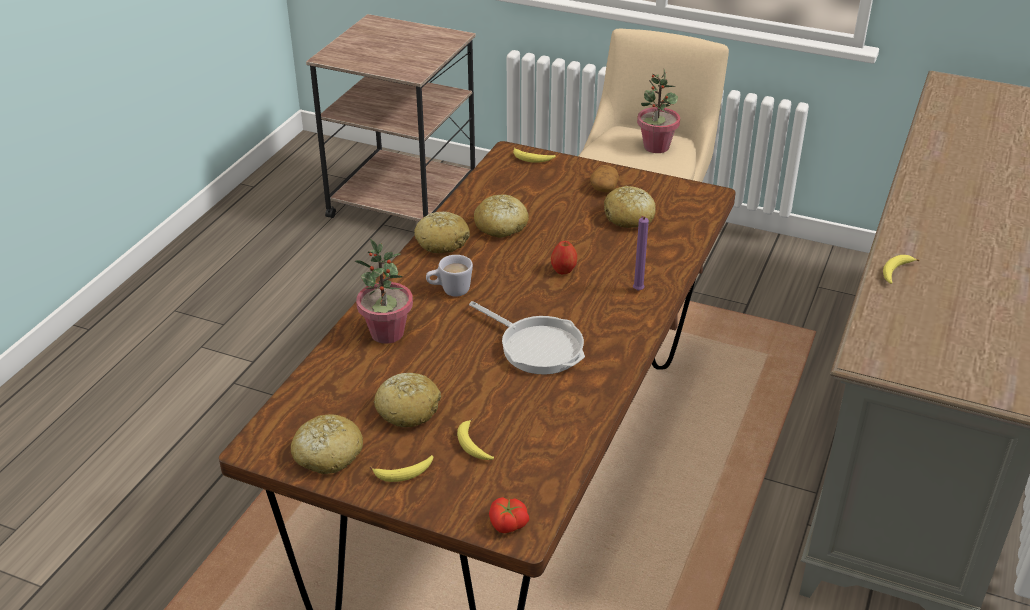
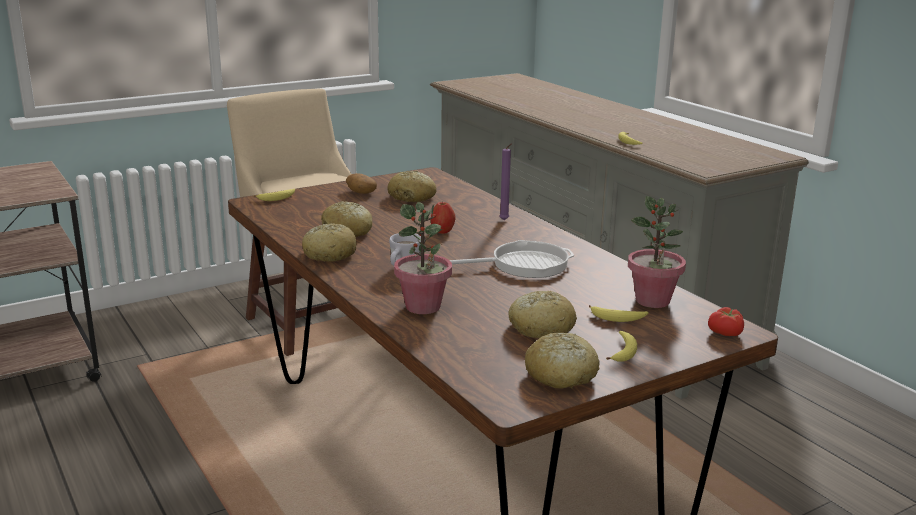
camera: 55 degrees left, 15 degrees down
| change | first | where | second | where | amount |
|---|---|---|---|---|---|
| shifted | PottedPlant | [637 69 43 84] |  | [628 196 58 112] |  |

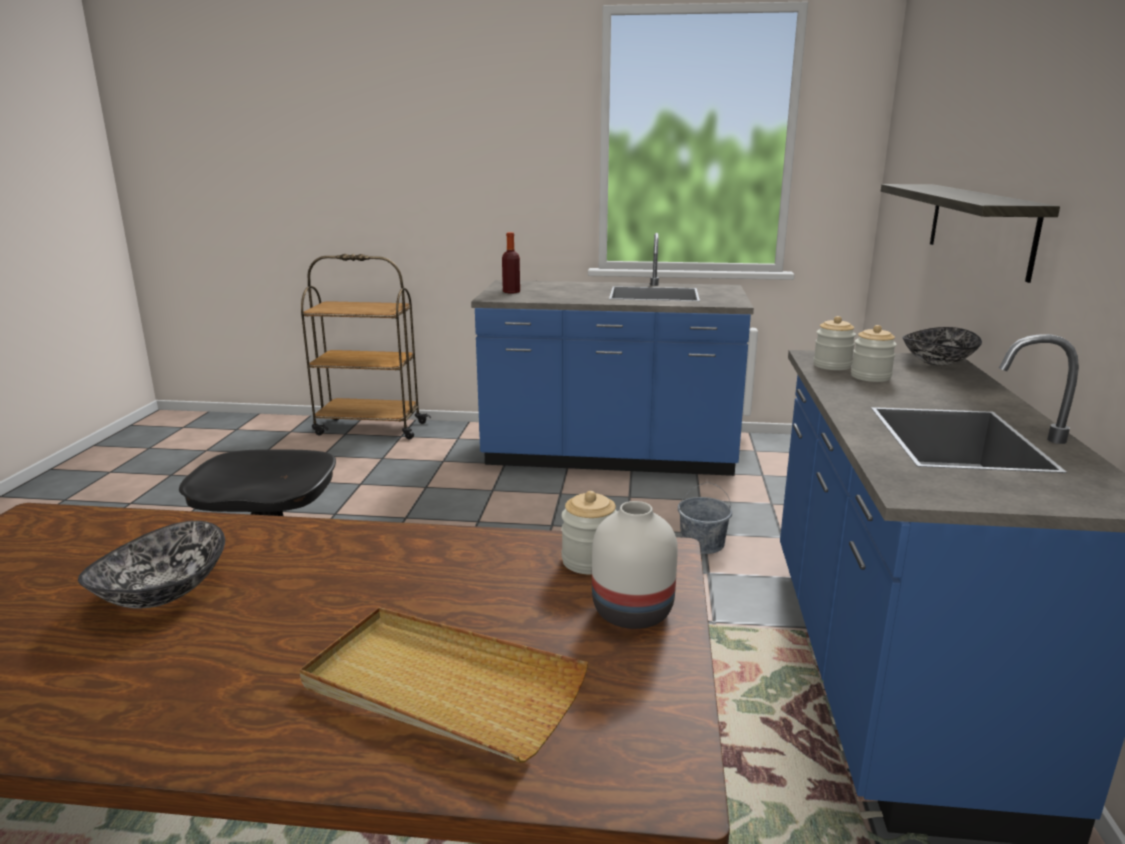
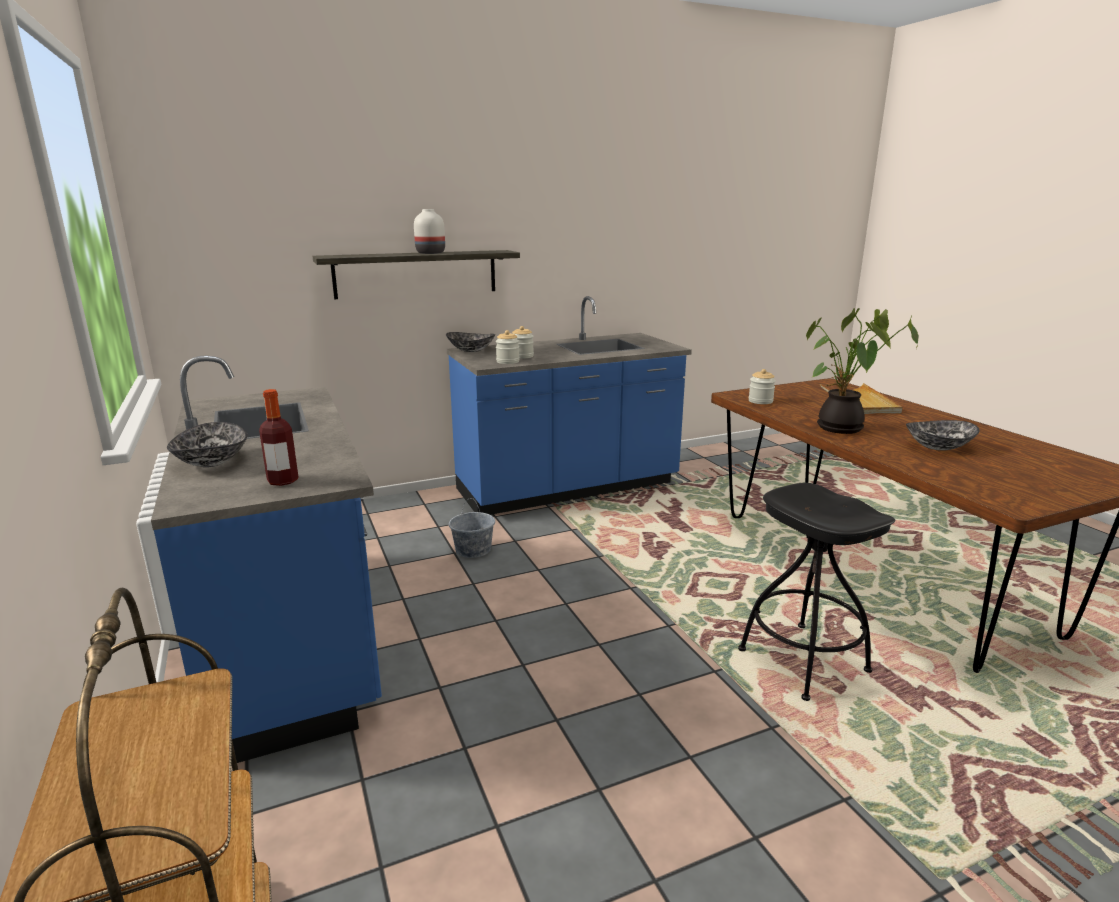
camera: 120 degrees left, 0 degrees up
| change | first | where | second | where | amount |
|---|---|---|---|---|---|
| shifted | WhiteVase | [592 501 86 128] |  | [414 209 31 45] |  |
| new |  |  | PottedPlant | [806 308 112 126] |  |
| new |  |  | Bowl | [167 422 80 45] |  |

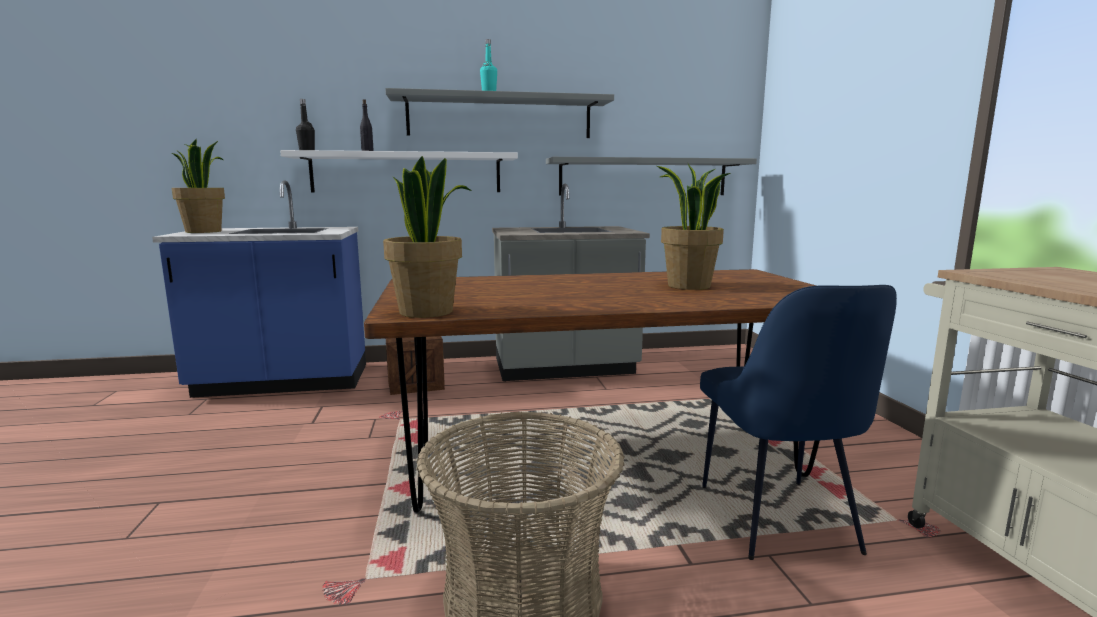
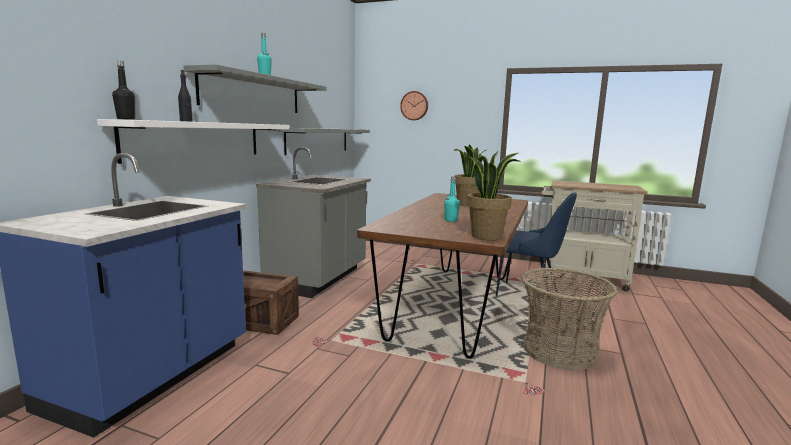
camera: 60 degrees left, 0 degrees up
| change | first | where | second | where | amount |
|---|---|---|---|---|---|
| gone | PottedPlant | [172 139 53 94] |  |  |  |
| new |  |  | WallClock | [400 91 28 29] |  |
| new |  |  | TurquoiseBottle | [444 177 16 45] |  |

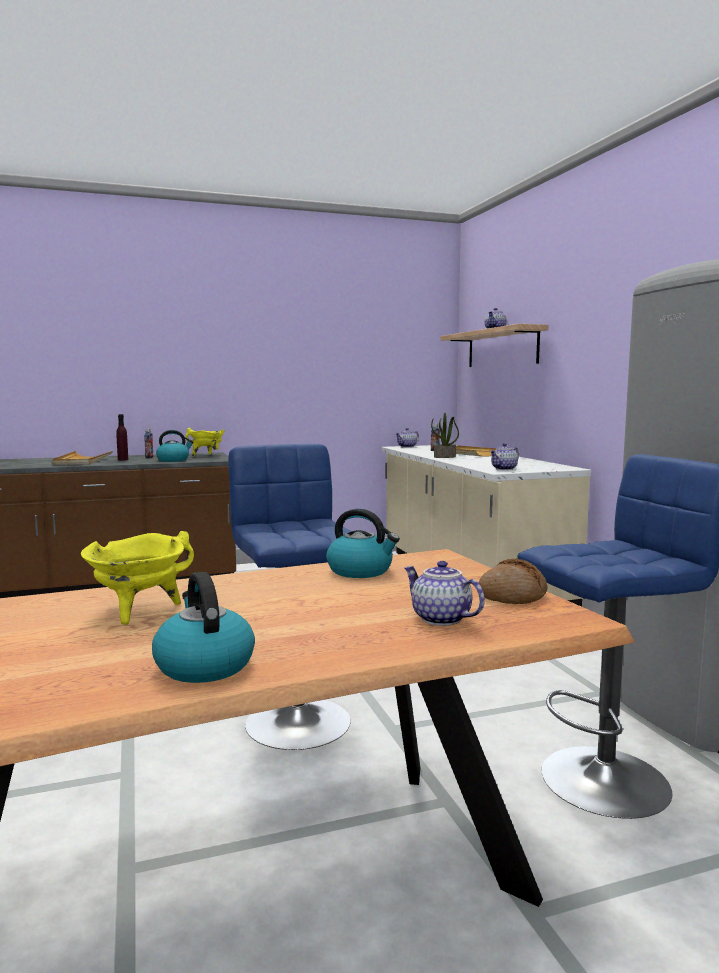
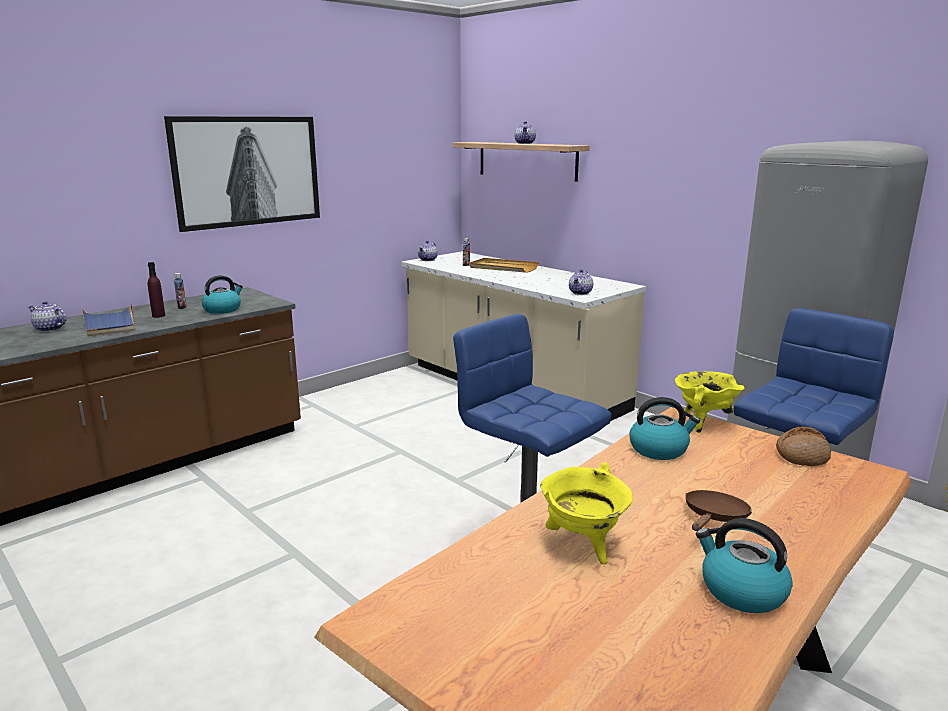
camera: 25 degrees left, 10 degrees up
| change | first | where | second | where | amount |
|---|---|---|---|---|---|
| gone | PottedPlant | [431 413 28 45] |  |  |  |
| shifted | YellowCookingPot | [185 428 40 29] |  | [675 371 69 62] |  |
| repainted | BeigeTray | [52 451 61 14] | BlueTray | [81 303 54 34] |  |
| shifted | Teapot | [404 561 81 65] |  | [28 301 39 31] |  |
| new |  |  | Picture | [164 116 156 116] |  |
| new |  |  | BrownFryingPan | [685 490 67 41] |  |

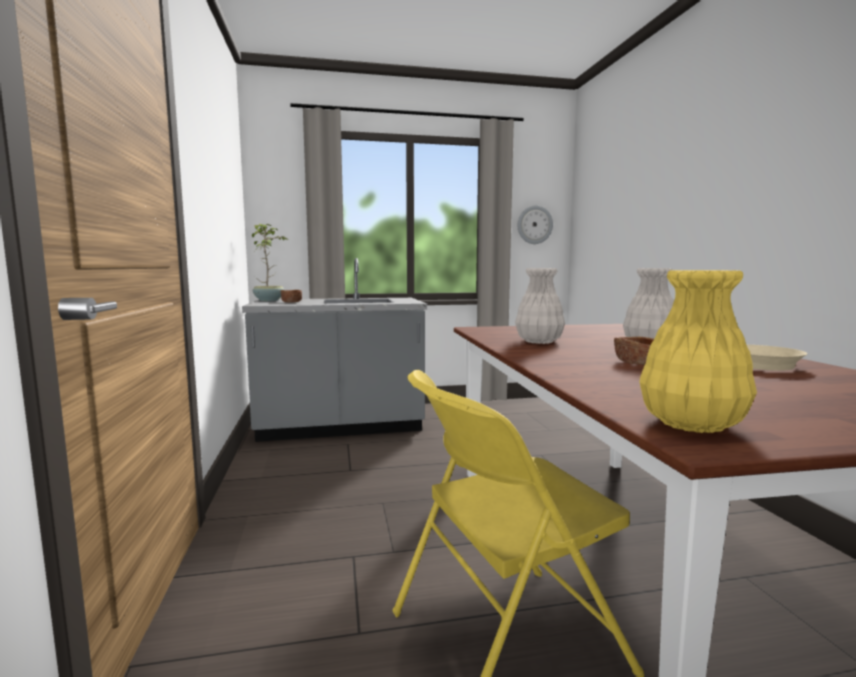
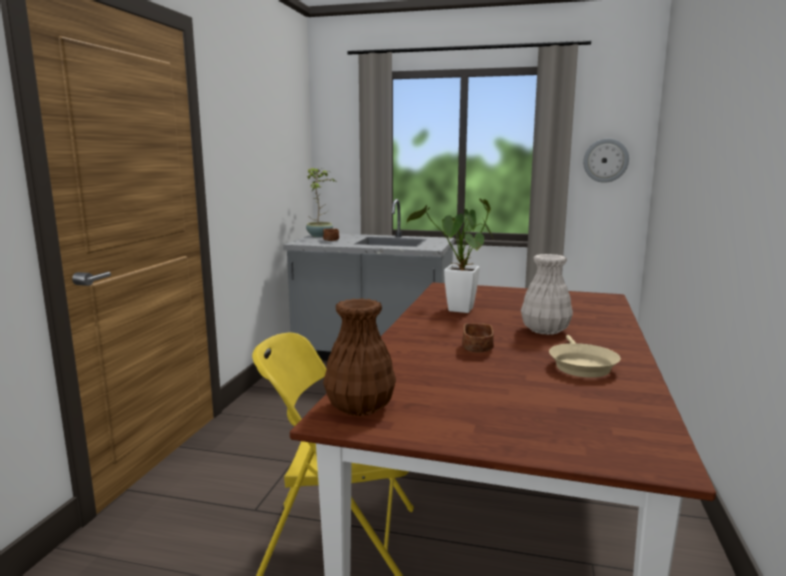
camera: 25 degrees right, 5 degrees up
| change | first | where | second | where | amount |
|---|---|---|---|---|---|
| swapped | WhiteVase | [515 268 50 76] | PottedPlant | [406 199 87 114] |  |
| repainted | YellowVase | [639 270 118 163] | BrownVase | [323 298 73 118] |  |

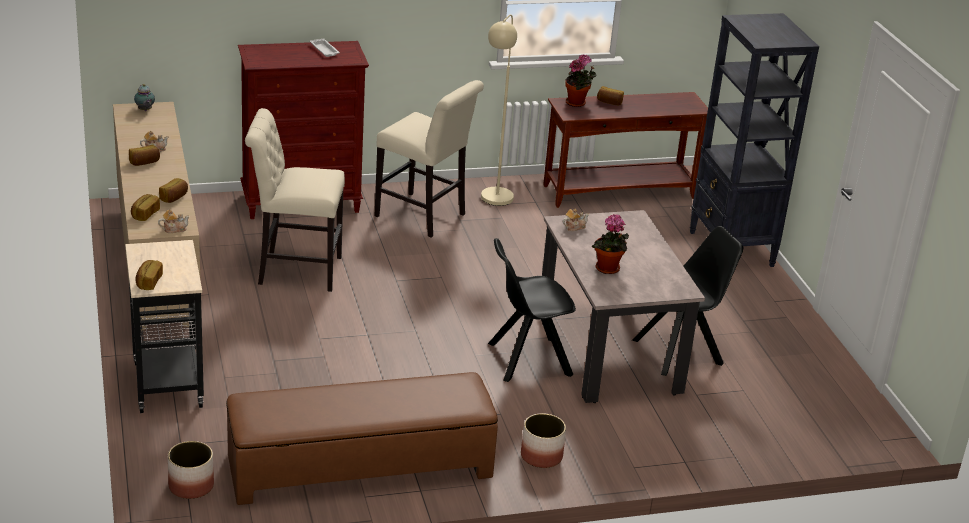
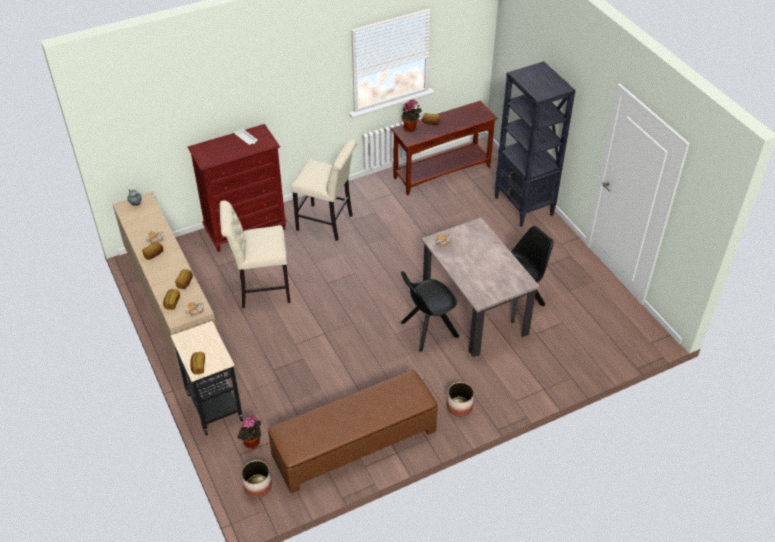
camera: 10 degrees left, 15 degrees up
| change | first | where | second | where | amount |
|---|---|---|---|---|---|
| gone | BeigeFloorLamp | [481 14 36 192] |  |  |  |
| shifted | PottedPlant | [592 214 37 60] |  | [237 416 24 33] |  |

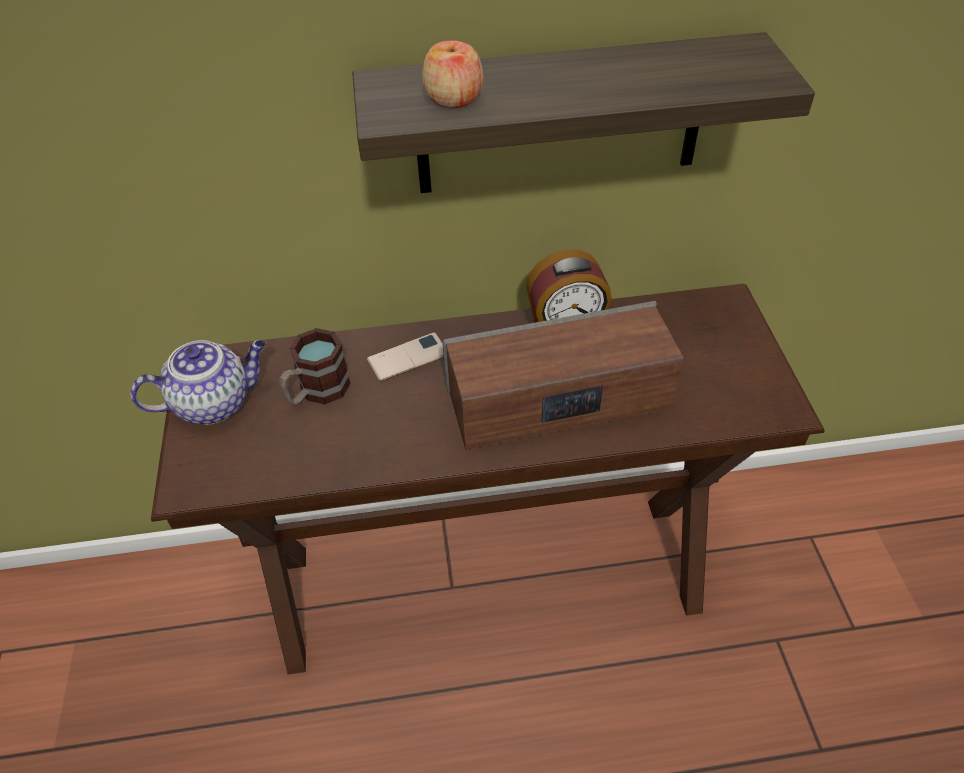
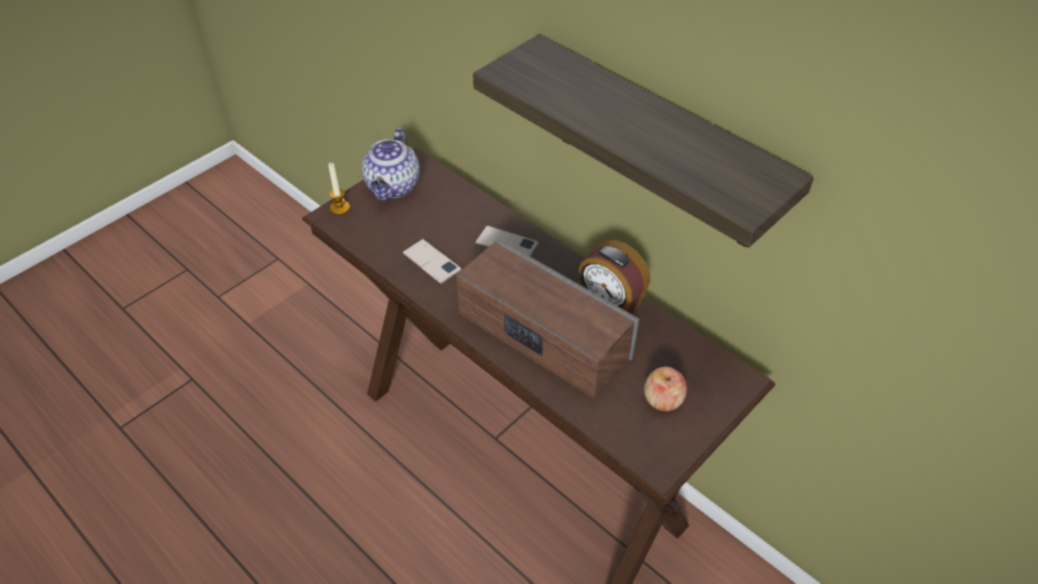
camera: 50 degrees right, 0 degrees up
| change | first | where | second | where | amount |
|---|---|---|---|---|---|
| shifted | Apple | [422 41 61 67] |  | [644 367 43 44] |  |
| gone | Mug | [279 328 71 77] |  |  |  |
| rotated | Teapot | [130 340 136 85] |  | [362 128 58 72] | 75 degrees clockwise |
| new |  |  | Candle | [328 163 22 52] |  |
| new |  |  | Phone | [403 239 59 45] |  |

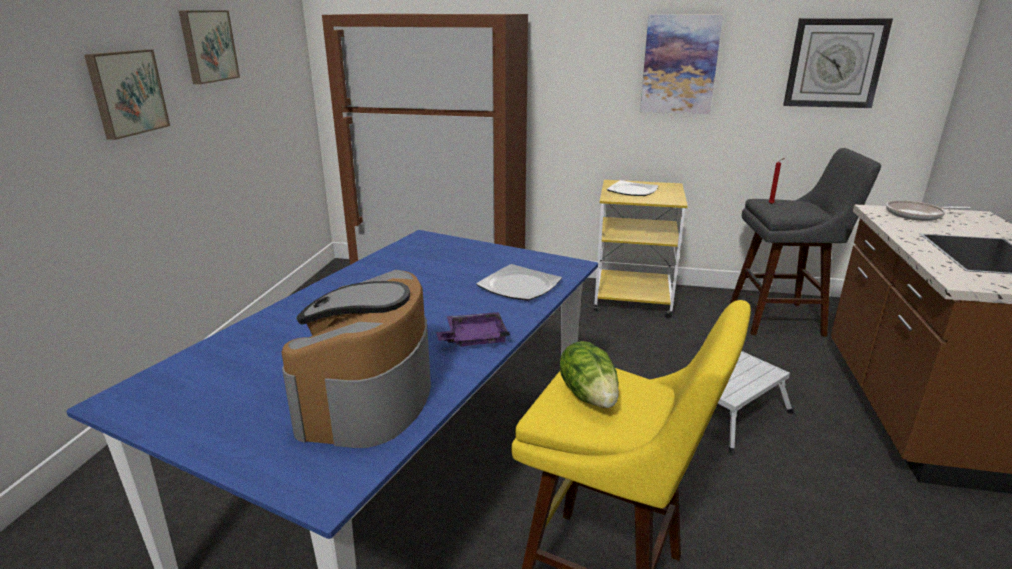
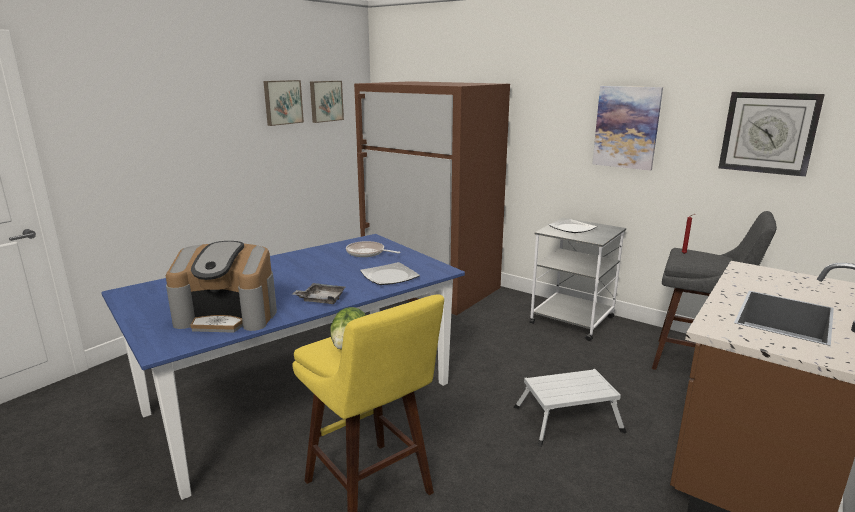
camera: 25 degrees right, 5 degrees down
| change | first | where | second | where | amount |
|---|---|---|---|---|---|
| shifted | Picture | [84 49 86 91] |  | [310 81 34 42] |  |
| repainted | YellowCart | [593 180 95 138] | GreyCart | [529 218 97 123] |  |
| shifted | FryingPan | [886 200 85 21] |  | [346 241 54 16] |  |
| rotated | CoffeeMachine | [281 270 150 178] |  | [166 241 111 92] | 120 degrees counterclockwise |
| repainted | PurpleTray | [436 312 74 35] | GreyTray | [292 283 54 21] |  |

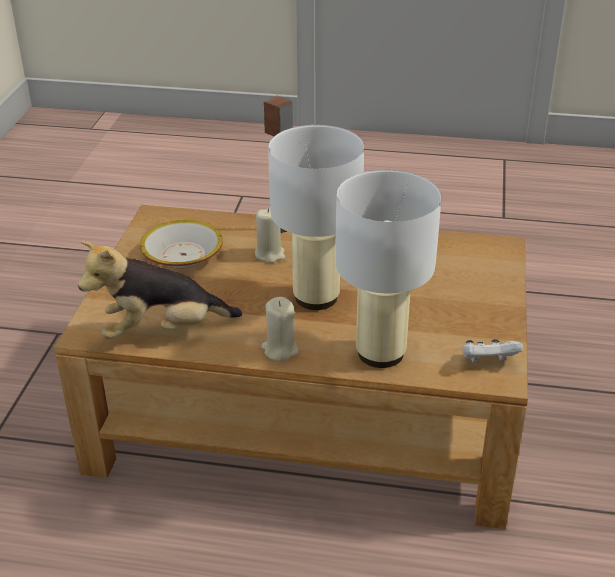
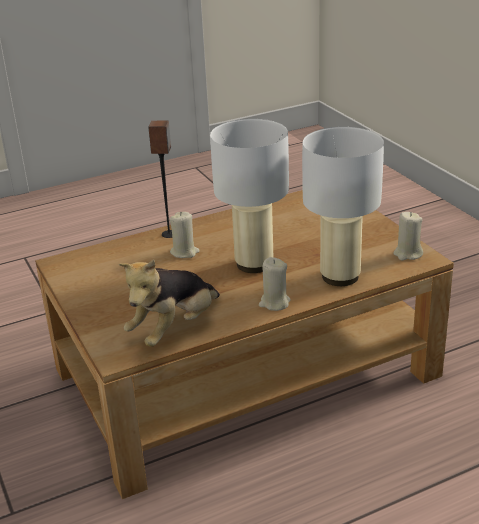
camera: 35 degrees left, 5 degrees down
| change | first | where | second | where | amount |
|---|---|---|---|---|---|
| gone | Bowl | [140 220 83 49] |  |  |  |
| swapped | WhiteGameController | [462 339 61 24] | BeigeCandle | [393 212 30 48] |  |

